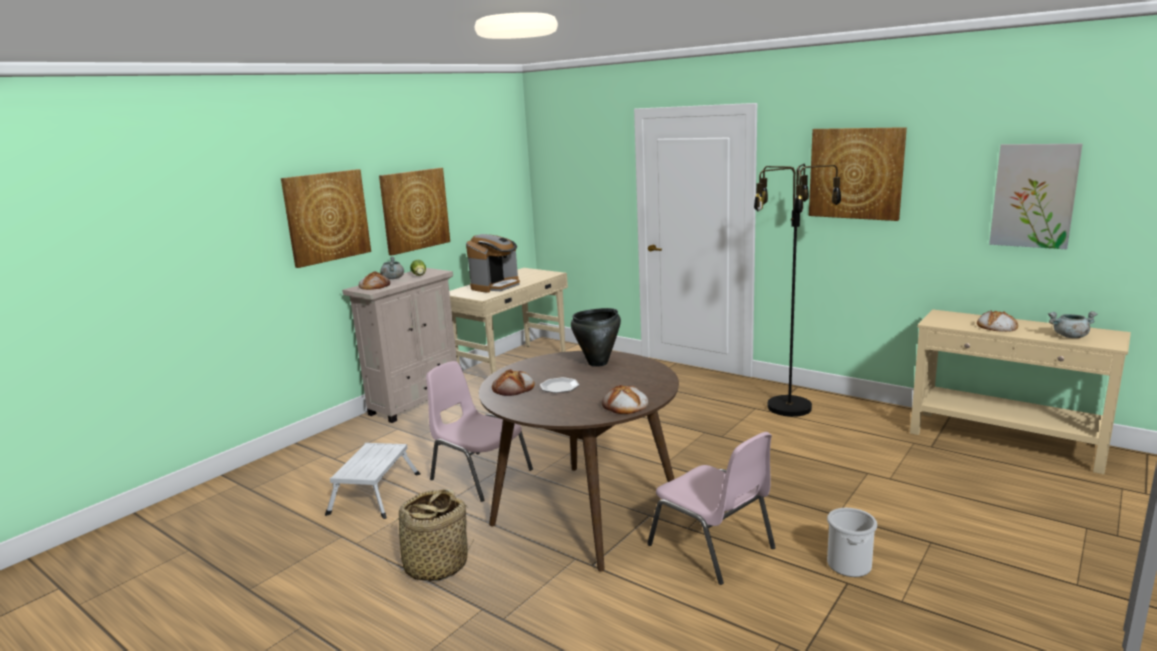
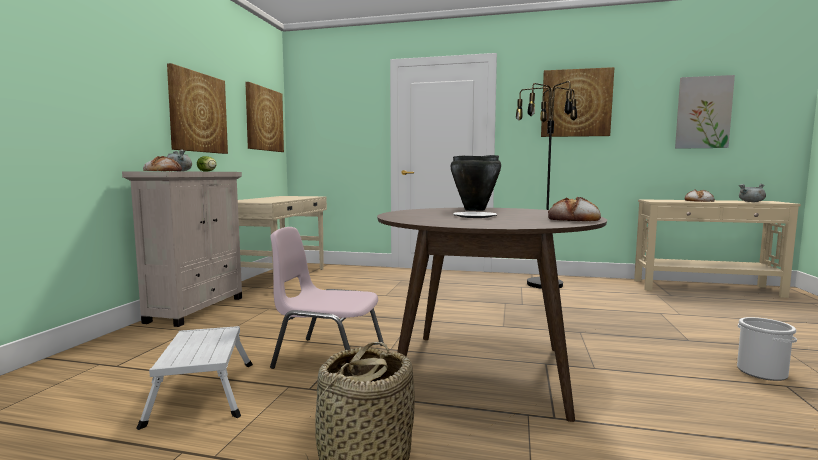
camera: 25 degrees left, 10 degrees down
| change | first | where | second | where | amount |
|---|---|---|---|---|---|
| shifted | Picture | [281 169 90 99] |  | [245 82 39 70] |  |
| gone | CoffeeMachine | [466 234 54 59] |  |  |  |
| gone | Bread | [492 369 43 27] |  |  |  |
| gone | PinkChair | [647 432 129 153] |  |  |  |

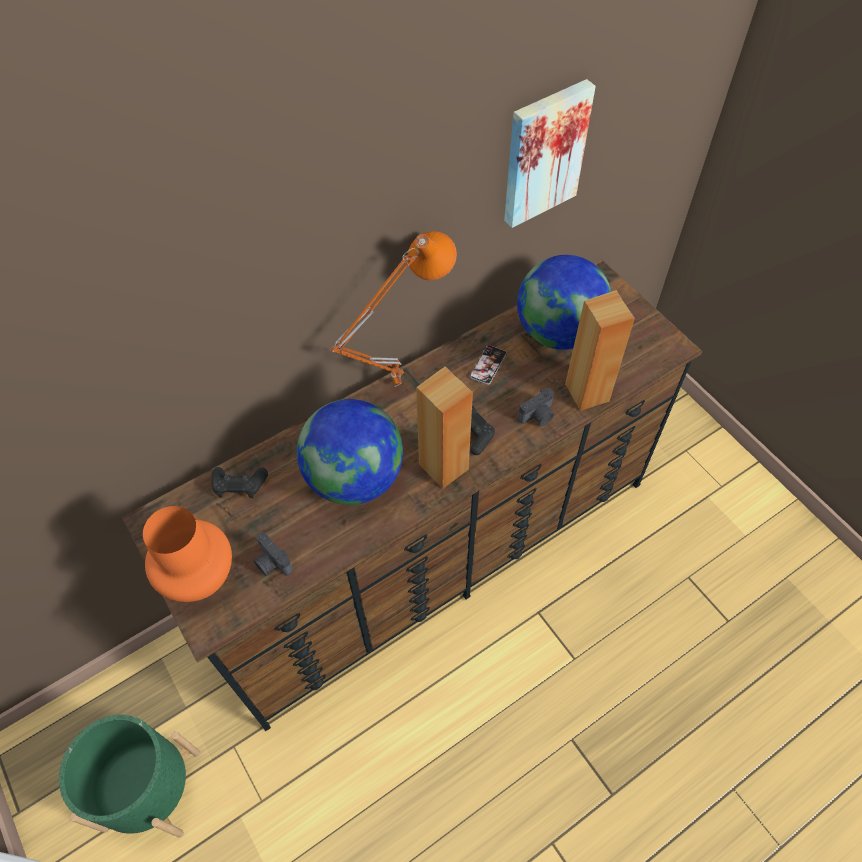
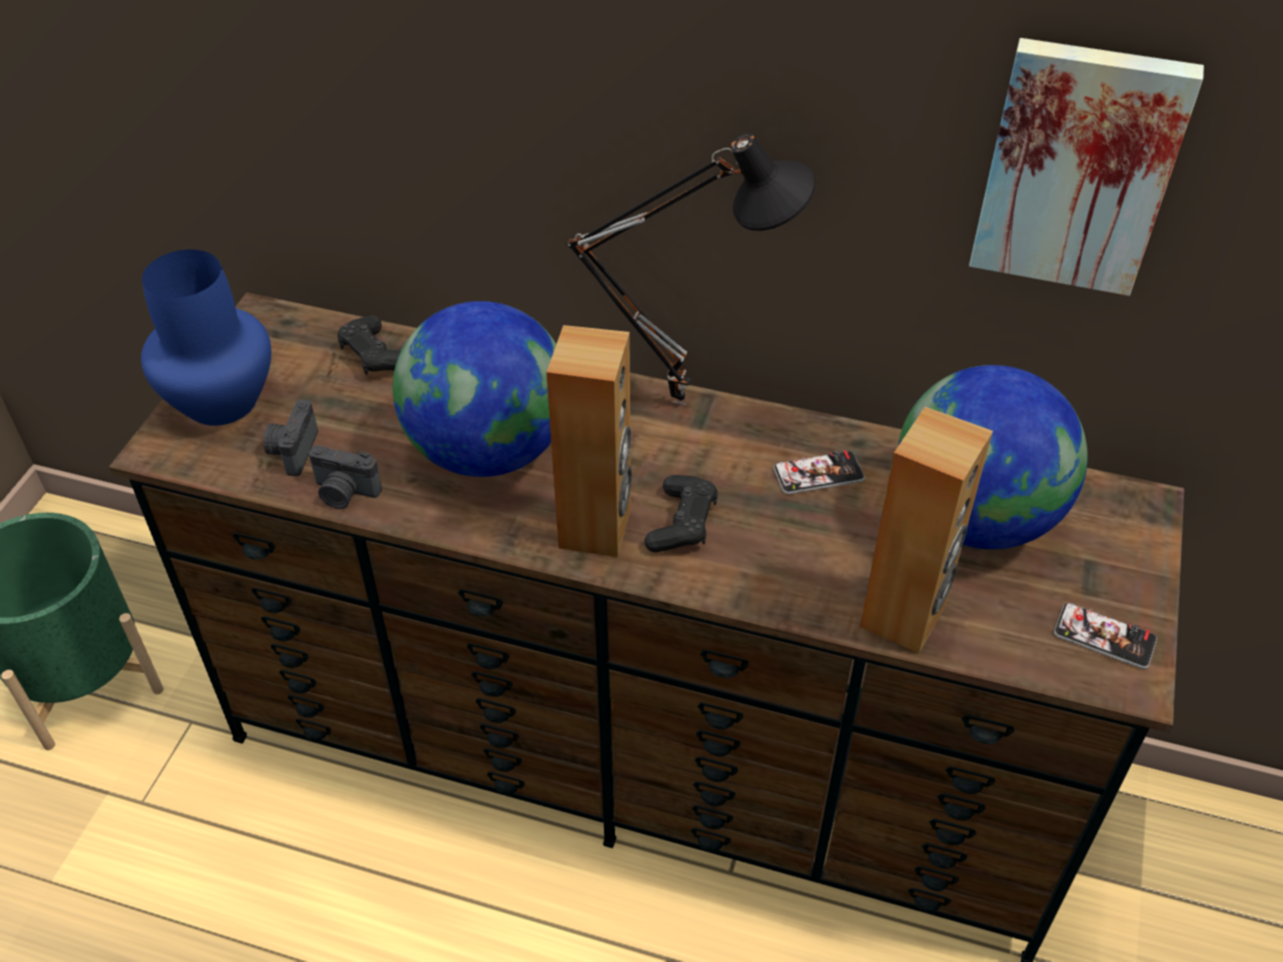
camera: 50 degrees right, 10 degrees down
| change | first | where | second | where | amount |
|---|---|---|---|---|---|
| repainted | OrangeTableLamp | [330 231 127 156] | BlackTableLamp | [566 133 250 272] |  |
| shifted | PhotoCamera | [518 388 36 38] |  | [309 445 73 64] |  |
| repainted | OrangeVase | [143 506 89 96] | BlueVase | [141 249 130 177] |  |
| new |  |  | Phone | [1054 603 103 66] |  |

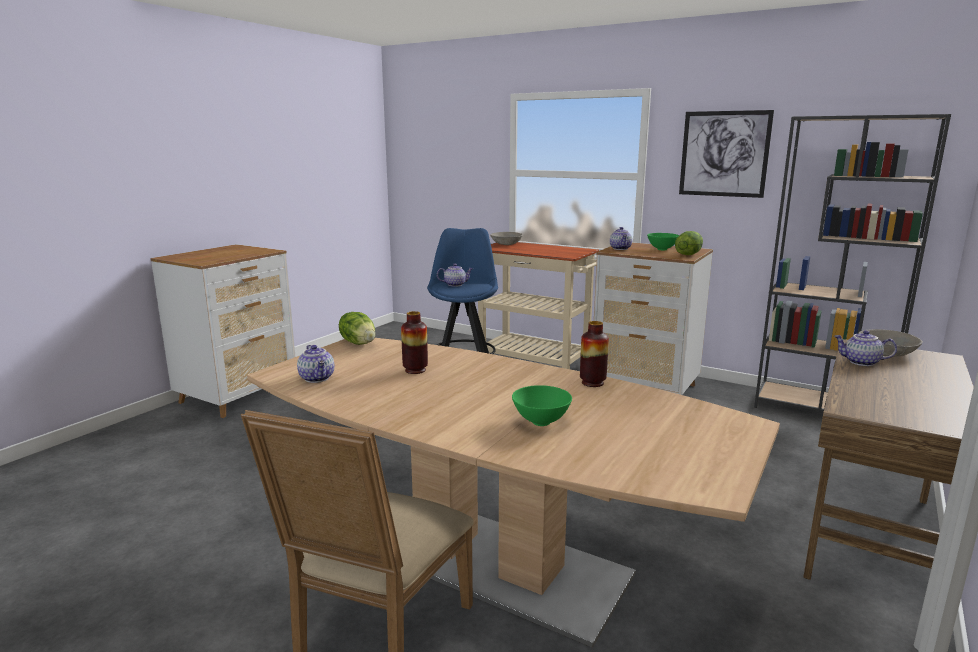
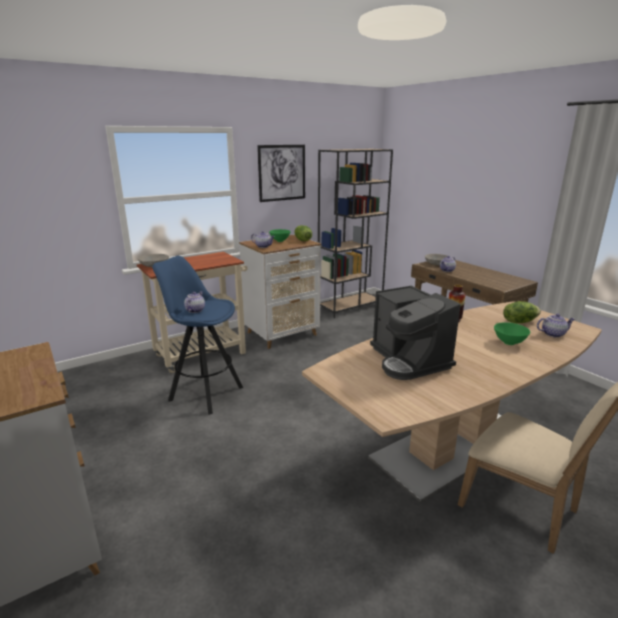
camera: 65 degrees left, 5 degrees up
| change | first | where | second | where | amount |
|---|---|---|---|---|---|
| swapped | Vase | [401 311 27 63] | CoffeeMachine | [370 286 91 94] |  |
| shifted | Lettuce | [339 312 36 33] |  | [503 301 38 23] |  |
| shifted | Teapot | [297 345 37 38] |  | [537 314 38 24] |  |

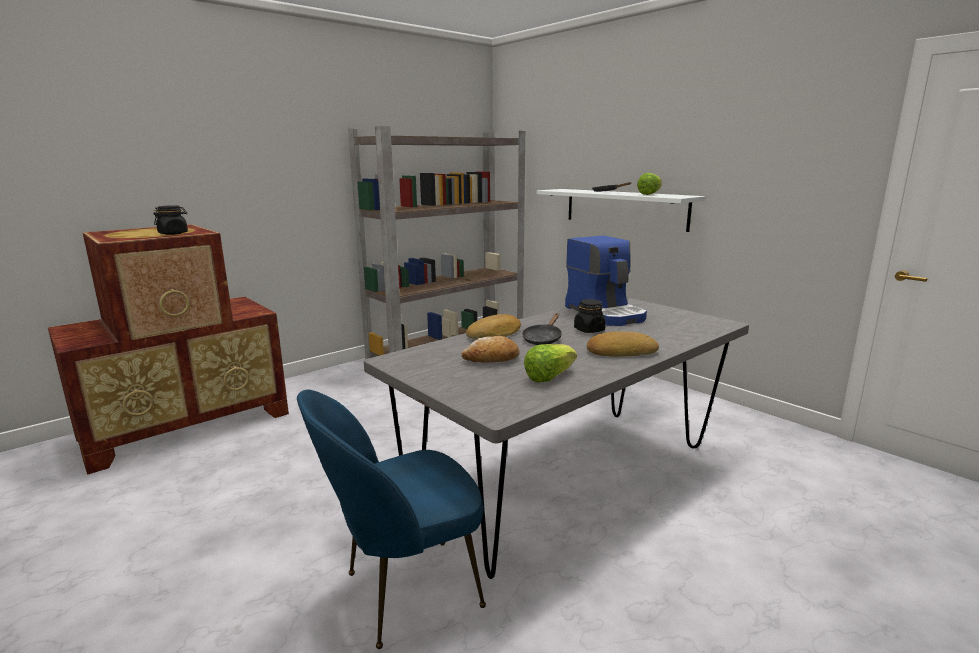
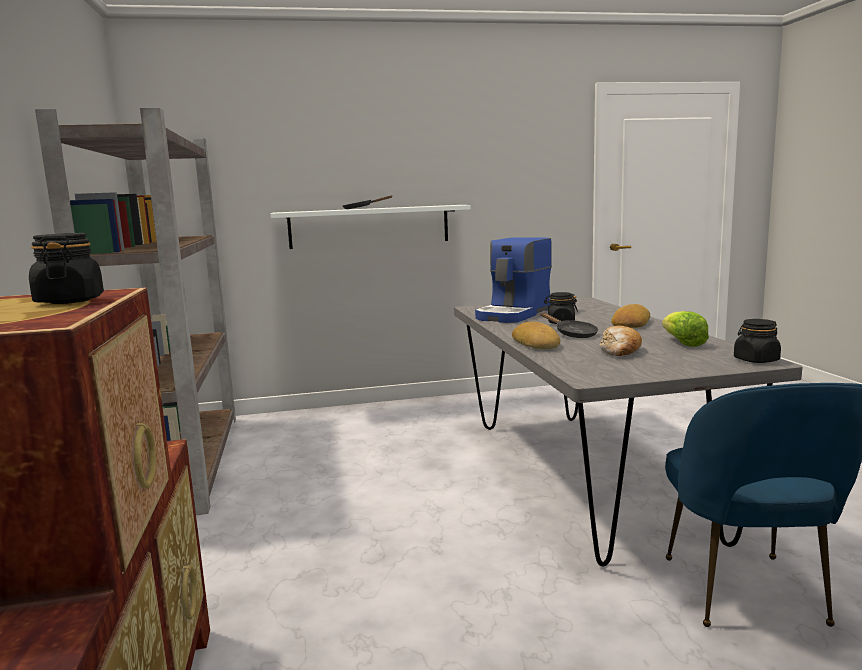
camera: 60 degrees left, 5 degrees down
| change | first | where | second | where | amount |
|---|---|---|---|---|---|
| gone | Lettuce | [637 173 25 22] |  |  |  |
| rotated | CoffeeMachine | [565 236 82 90] |  | [475 238 77 85] | 120 degrees clockwise |
| new |  |  | BlackJar | [734 319 47 44] |  |

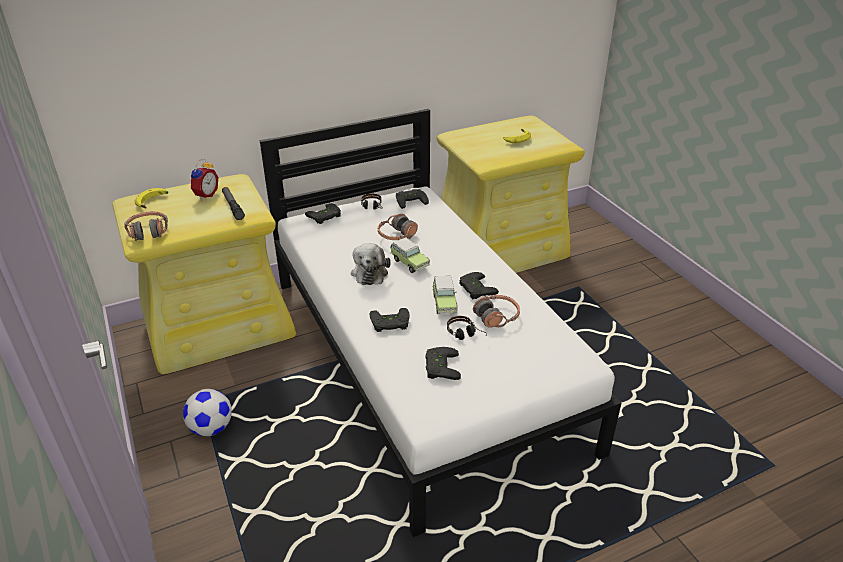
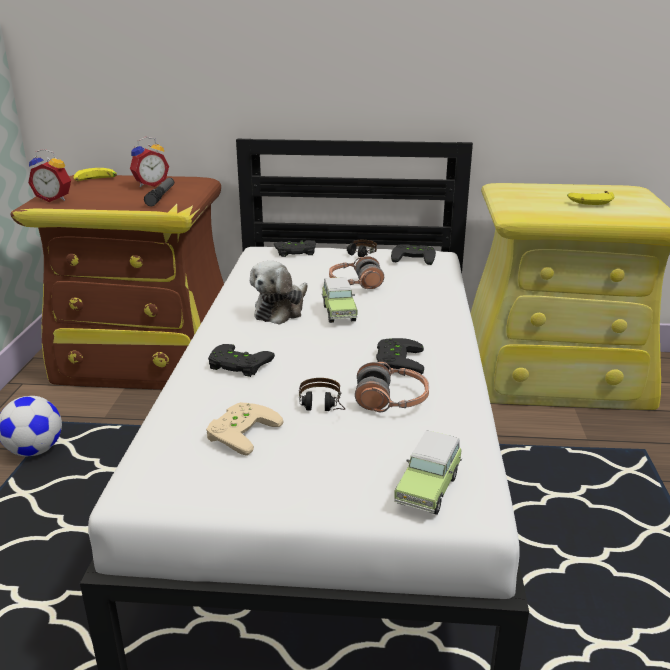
camera: 30 degrees right, 10 degrees down
| change | first | where | second | where | amount |
|---|---|---|---|---|---|
| repainted | YellowNightstand | [112 174 184 200] | BrownNightstand | [10 175 214 215] |  |
| swapped | Headphones | [124 211 44 30] | AlarmClock | [28 149 43 53] |  |
| shifted | ToyCar | [432 276 26 38] |  | [394 430 68 85] |  |
| repainted | BlackGameController | [425 347 36 33] | BeigeGameController | [206 402 78 54] |  |

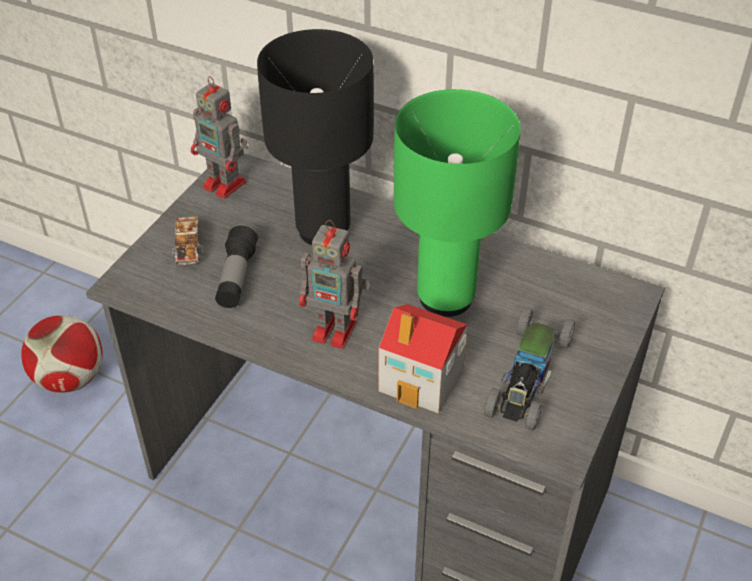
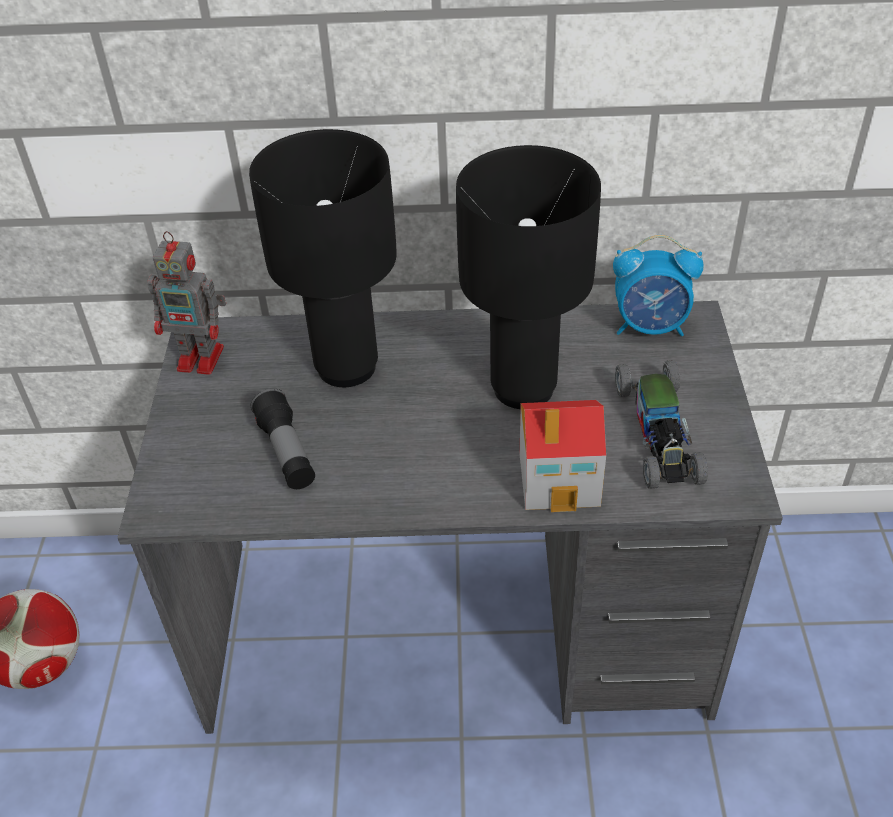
camera: 25 degrees left, 0 degrees up
| change | first | where | second | where | amount |
|---|---|---|---|---|---|
| repainted | GreenTableLamp | [394 89 127 228] | BlackTableLamp | [456 145 145 264] |  |
| gone | ToyCar | [172 216 31 49] |  |  |  |
| gone | ToyRobot | [299 220 71 129] |  |  |  |
| new |  |  | AlarmClock | [613 235 91 101] |  |

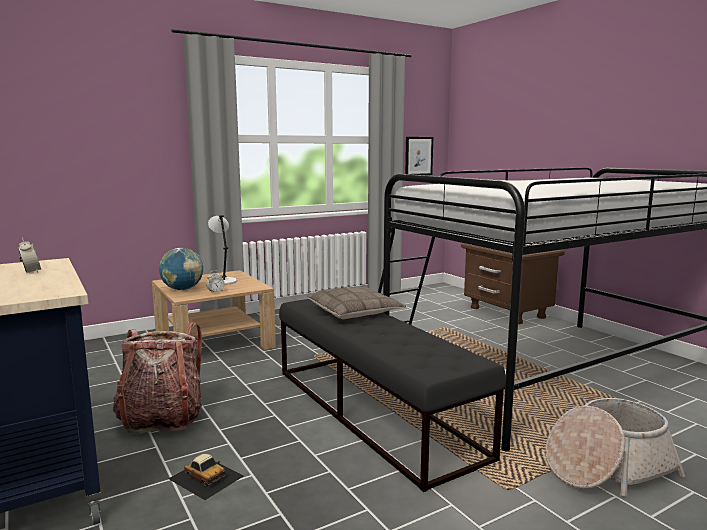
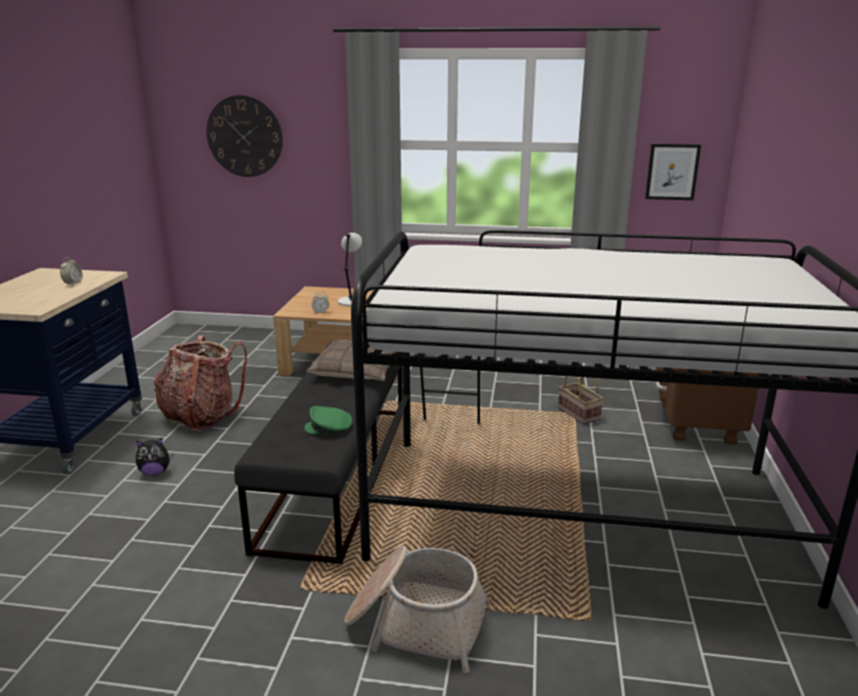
camera: 40 degrees right, 10 degrees up
| change | first | where | second | where | amount |
|---|---|---|---|---|---|
| gone | Globe | [159 248 44 42] |  |  |  |
| swapped | ToyCar | [168 454 76 46] | PlushToy | [136 438 37 38] |  |
| new |  |  | WallClock | [206 95 77 82] |  |
| new |  |  | Basket | [558 376 45 49] |  |
| new |  |  | GreenCap | [305 406 47 29] |  |

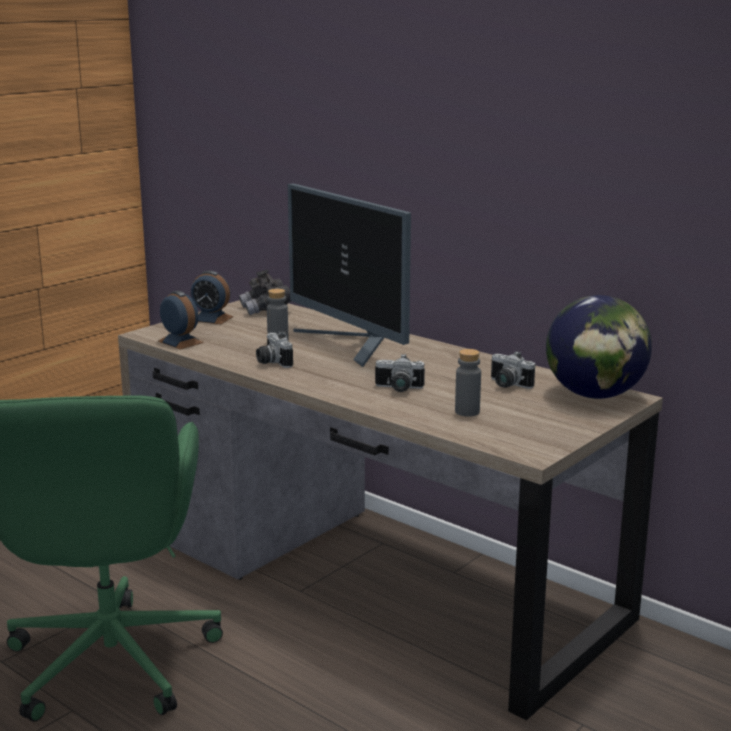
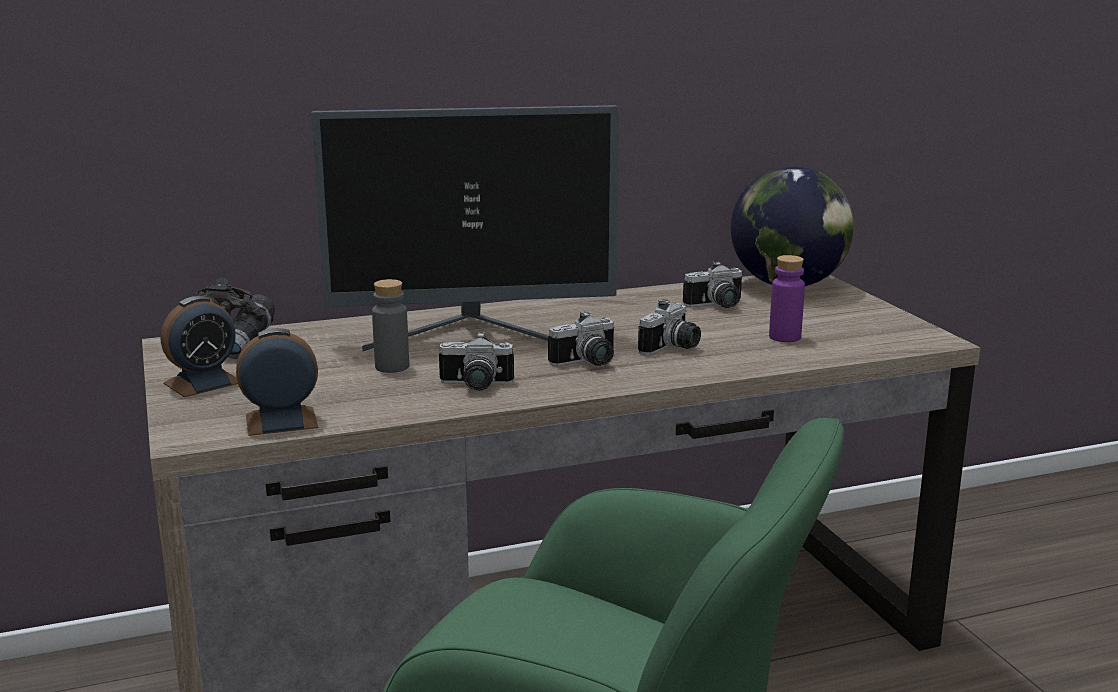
camera: 60 degrees left, 0 degrees up
| change | first | where | second | where | amount |
|---|---|---|---|---|---|
| repainted | GreyBottle | [455 349 26 67] | PurpleBottle | [769 255 36 87] |  |
| new |  |  | PhotoCamera | [548 312 67 54] |  |

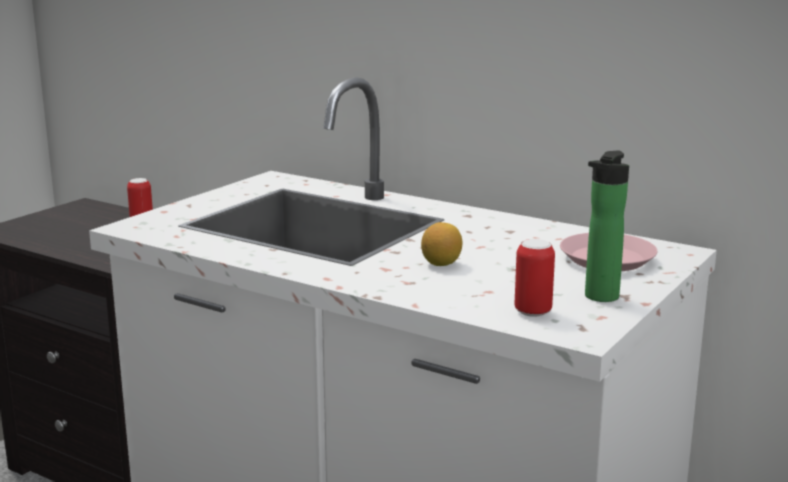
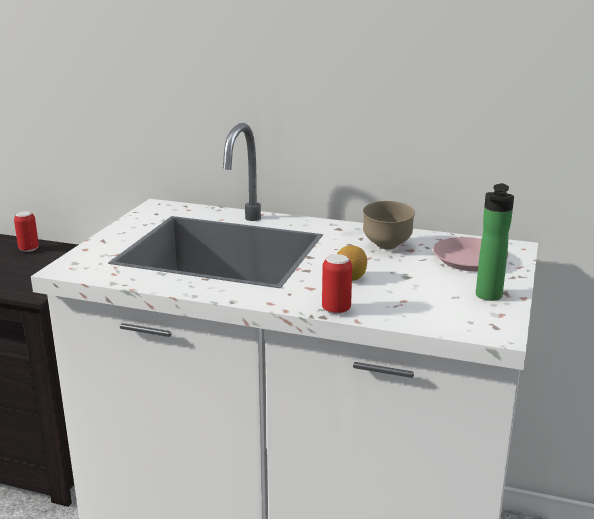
camera: 15 degrees left, 5 degrees up
| change | first | where | second | where | amount |
|---|---|---|---|---|---|
| shifted | Can | [514 239 41 78] |  | [322 254 30 60] |  |
| new |  |  | BrownBowl | [363 201 52 49] |  |

